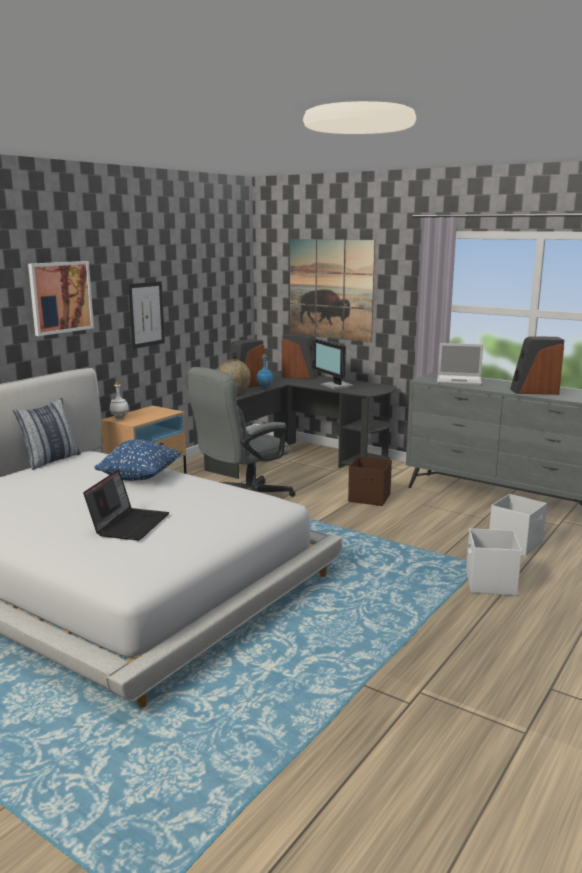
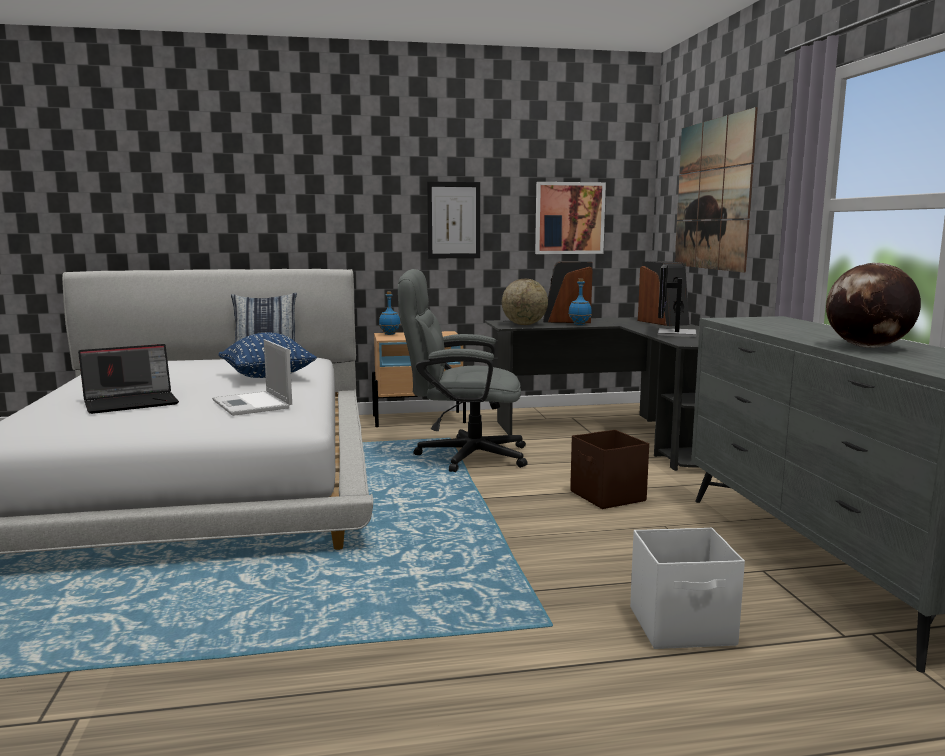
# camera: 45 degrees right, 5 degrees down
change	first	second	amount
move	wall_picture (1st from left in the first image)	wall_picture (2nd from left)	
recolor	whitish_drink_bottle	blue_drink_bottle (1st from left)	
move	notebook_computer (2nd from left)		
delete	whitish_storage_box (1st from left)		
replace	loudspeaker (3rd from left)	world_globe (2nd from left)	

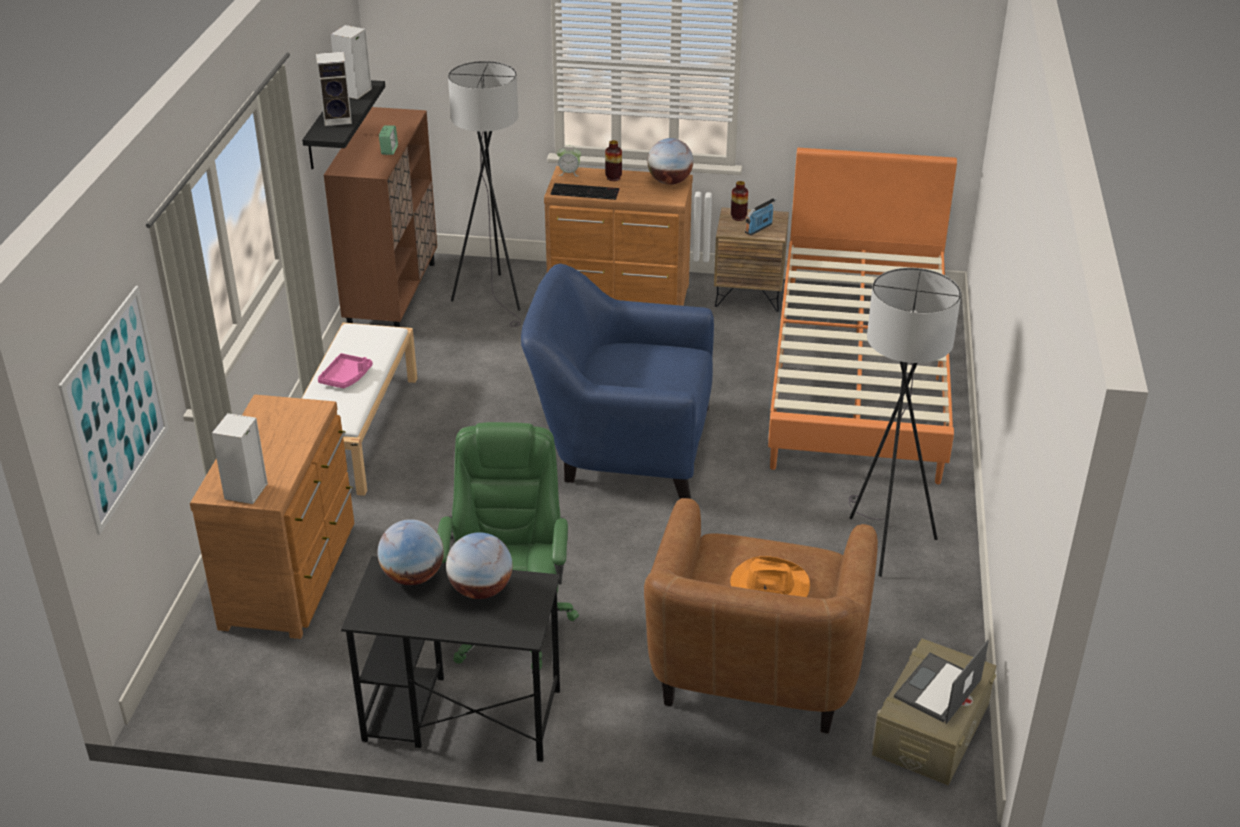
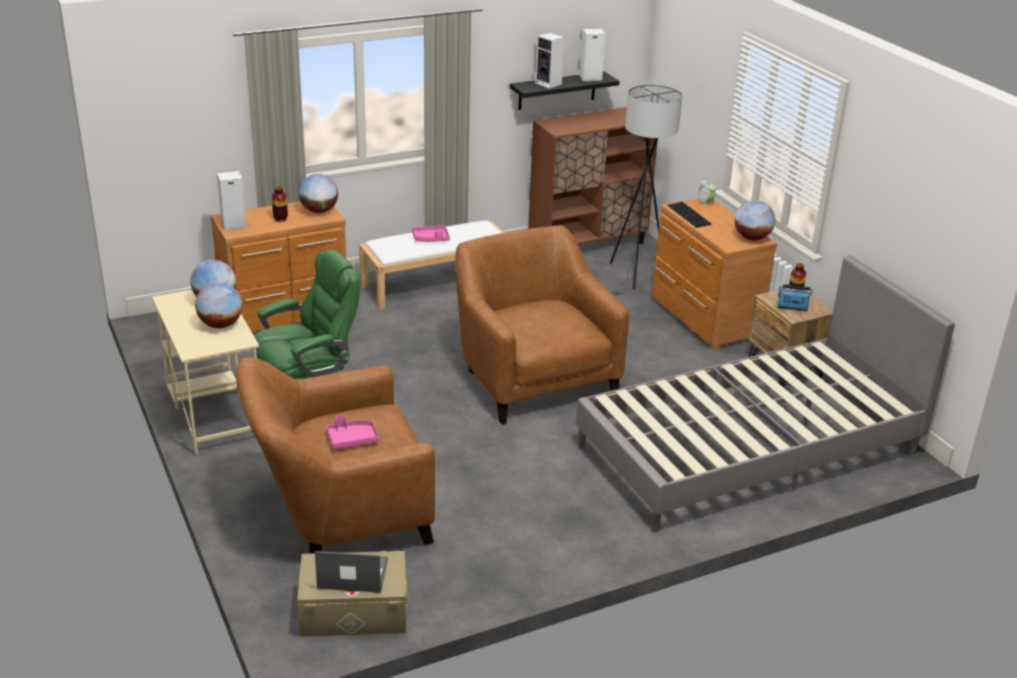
# camera: 55 degrees right, 5 degrees down
change	first	second	amount
delete	wall_picture		
recolor	blackish_desk	beige_desk	
delete	table_clock (1st from left)		
recolor	blue_armchair	brown-coloured_armchair (2nd from left)	
move	vase (1st from left)		
replace	orange_wearable_hat	pink-coloured_serving_tray (1st from left)	
recolor	orange_sleeping_bed	greyish_sleeping_bed	
delete	greyish_standing_lamp (2nd from left)		
insert		world_globe (3rd from left)	

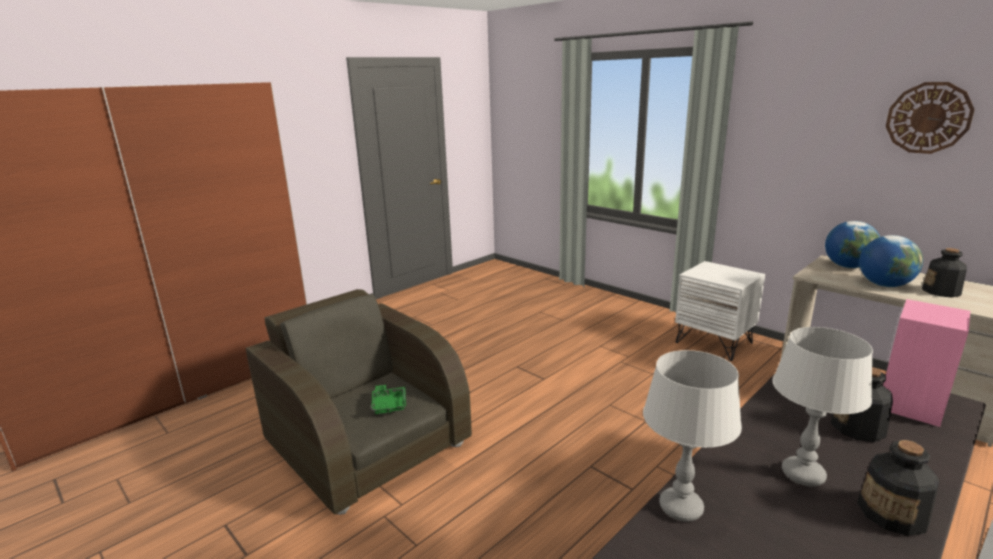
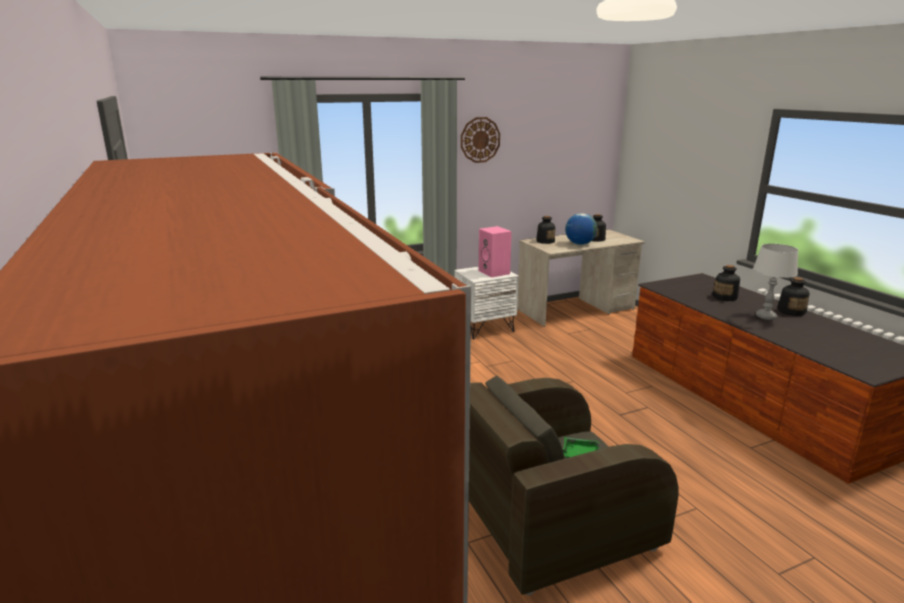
# camera: 70 degrees left, 0 degrees up
change	first	second	amount
delete	greyish_table_lamp (1st from left)		
replace	world_globe (1st from left)	drink_bottle (1st from left)	
move	pink-coloured_loudspeaker		
move	wall_clock		

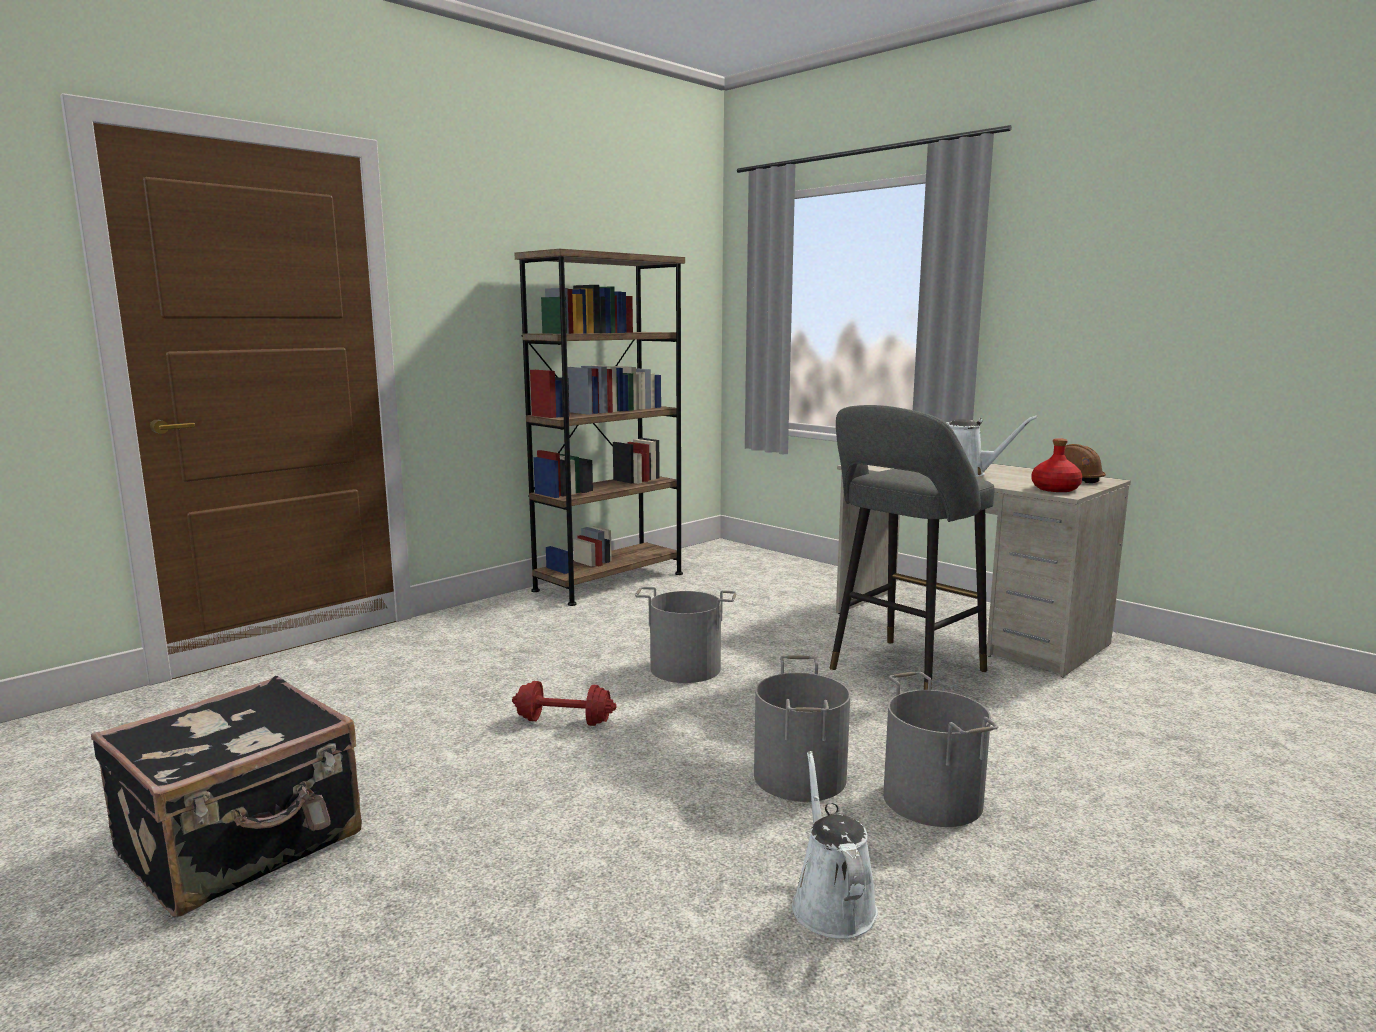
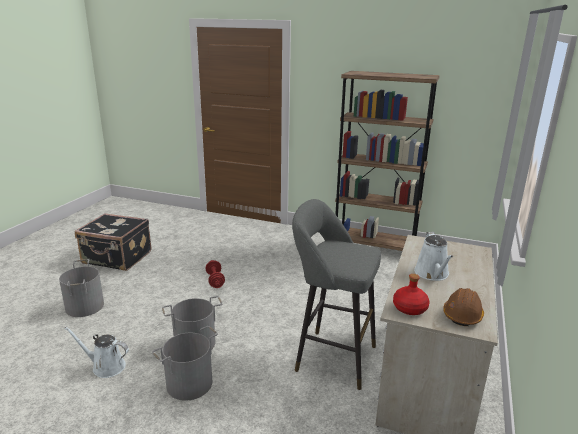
# camera: 65 degrees right, 10 degrees up
change	first	second	amount
move	greyish_bucket (1st from left)		
rotate	whitish_sprinkling_can (1st from left)		135 degrees counterclockwise

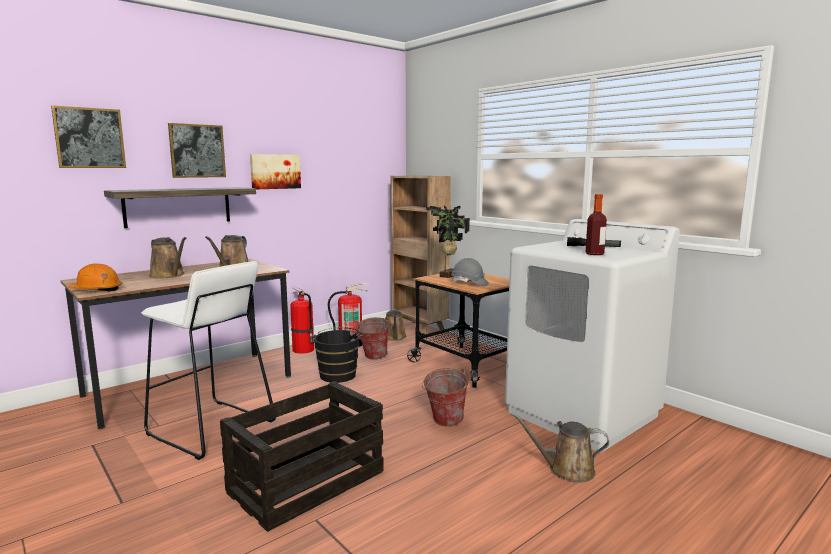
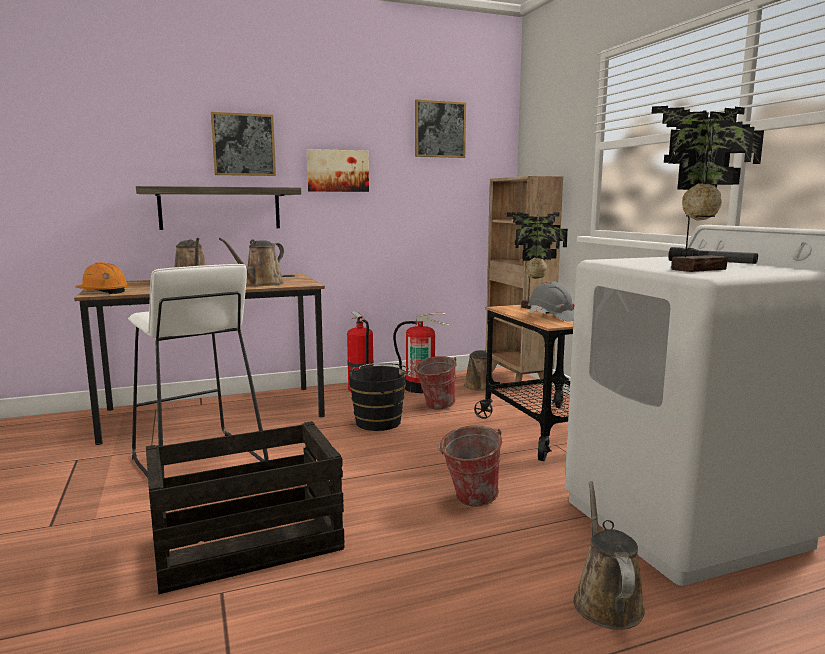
# camera: 20 degrees right, 0 degrees up
change	first	second	amount
move	wall_picture (1st from left in the first image)	wall_picture (3rd from left)	
rotate	brown-coloured_sprinkling_can (4th from left)		60 degrees clockwise
replace	drink_bottle	plant_in_a_pot (2nd from left)	

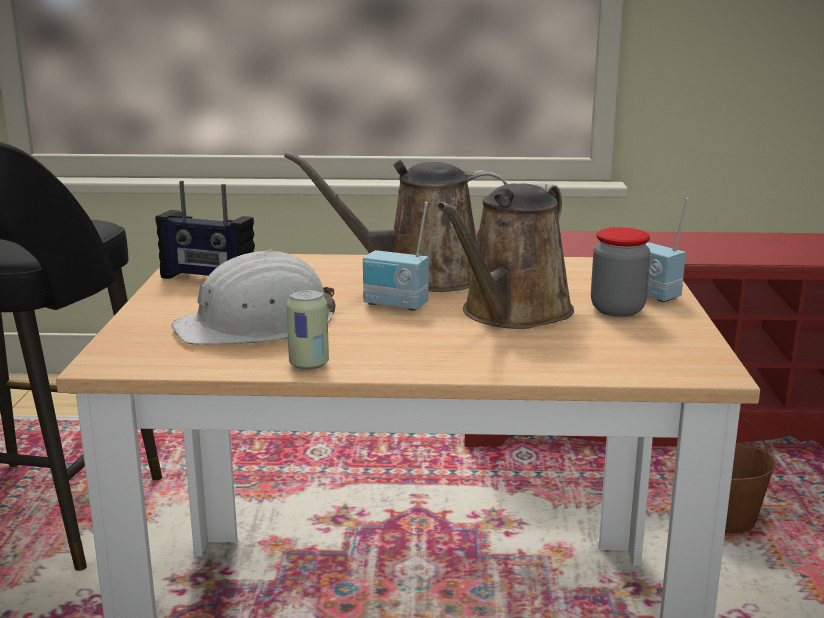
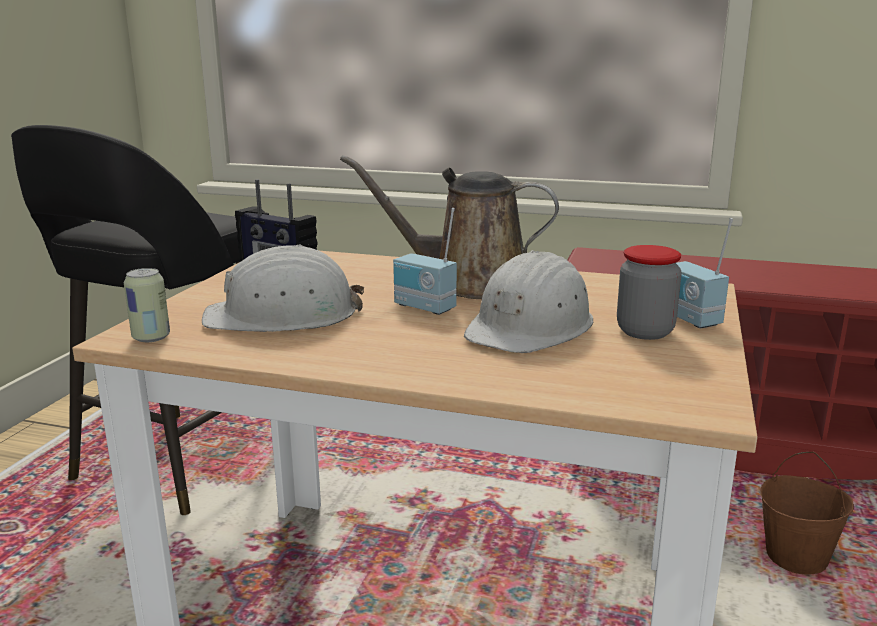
# camera: 15 degrees right, 0 degrees up
change	first	second	amount
move	metal_can		
replace	brown-coloured_sprinkling_can (2nd from left)	whitish_work_helmet (2nd from left)	

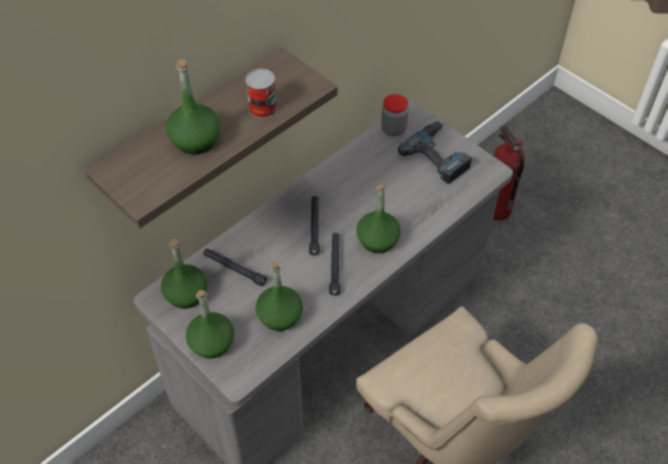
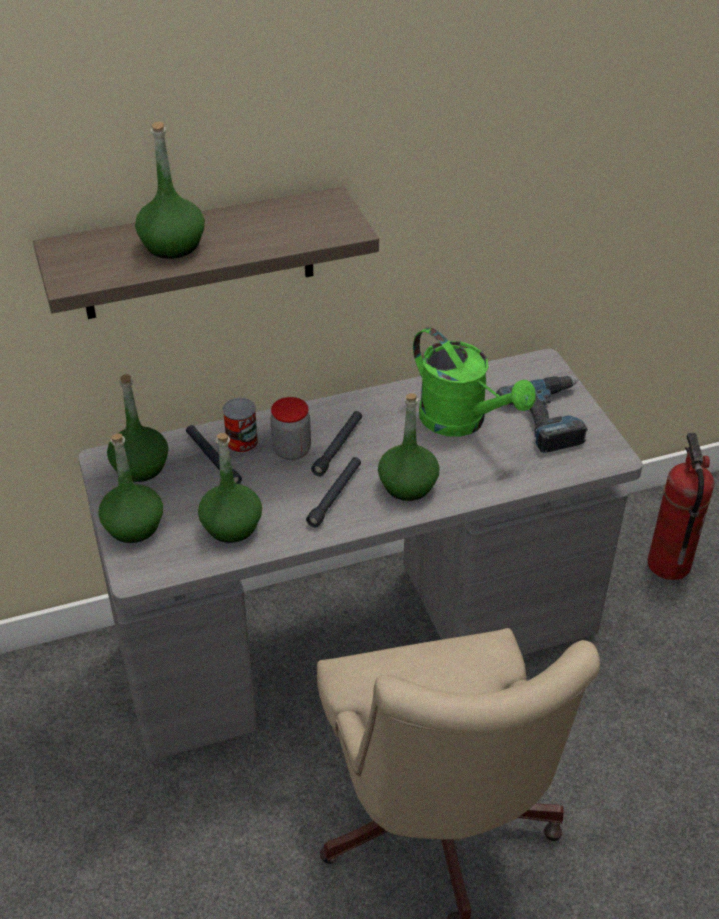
# camera: 25 degrees right, 10 degrees down
change	first	second	amount
move	metal_can		
move	jar		
insert		green_sprinkling_can	

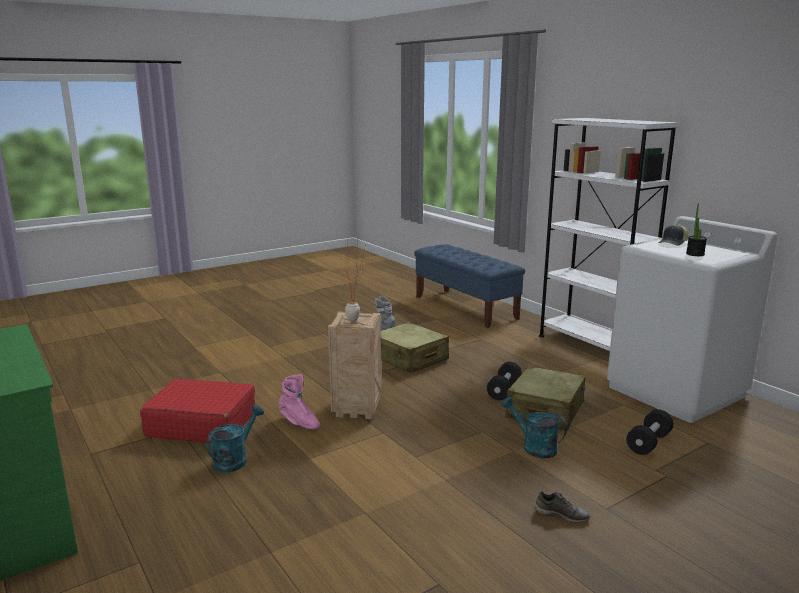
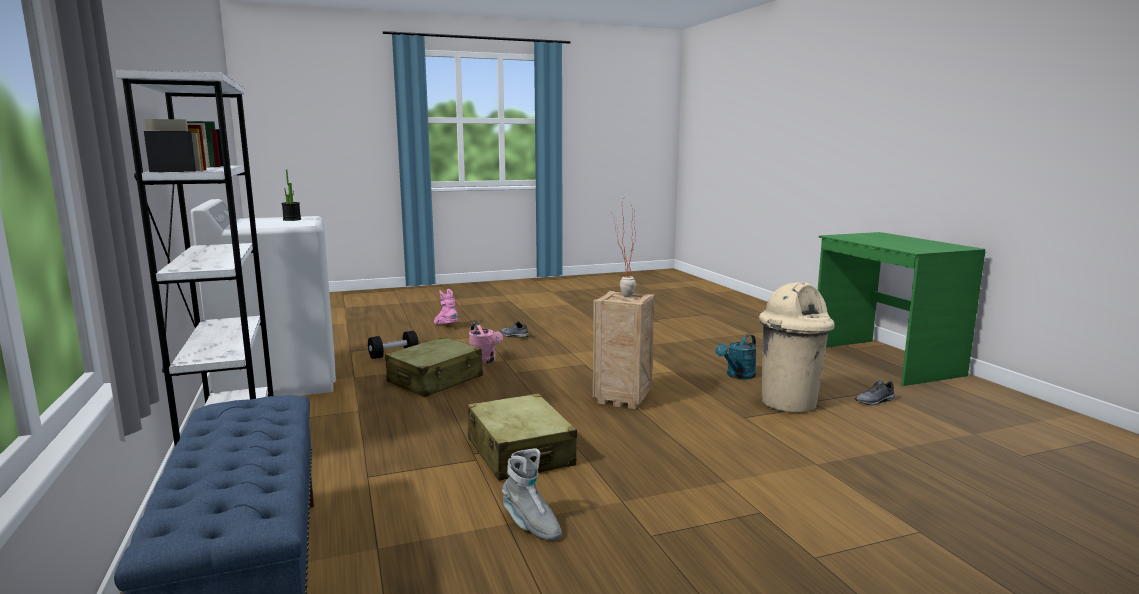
# camera: 165 degrees left, 5 degrees down
change	first	second	amount
replace	reddish_travel_case	beige_trash_can	
move	pink-coloured_tall_boot		
delete	blackish_hand_weight (1st from left)		
recolor	turquoise-coloured_sprinkling_can (2nd from left)	pink-coloured_sprinkling_can	
delete	peaked_cap		
insert		greyish_shoe (2nd from left)	

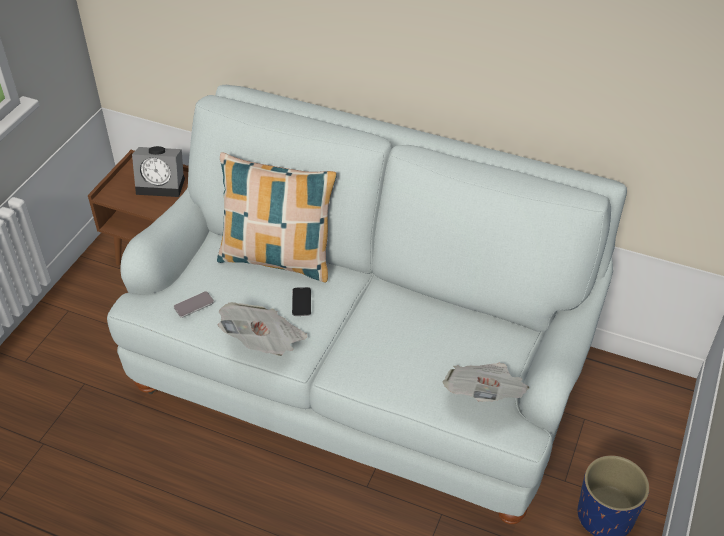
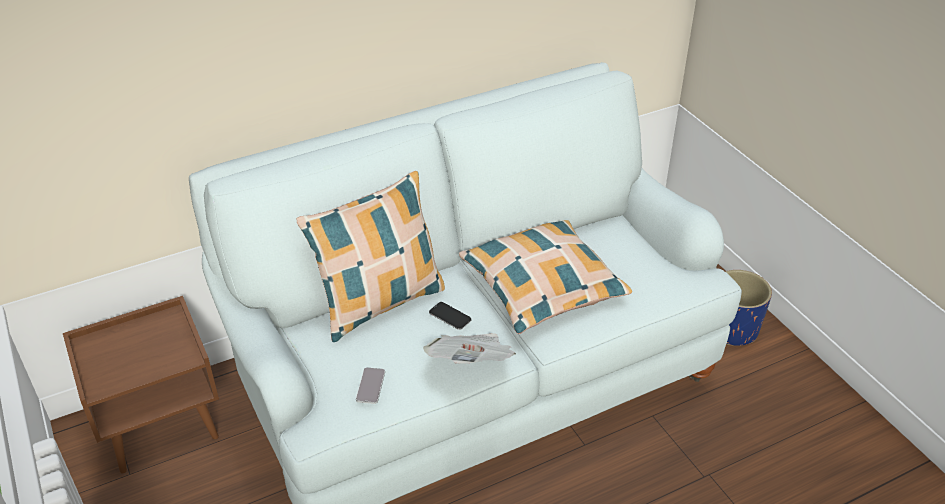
# camera: 50 degrees left, 5 degrees down
change	first	second	amount
delete	table_clock		
delete	printed_paper (2nd from left)		
insert		cushion (2nd from left)	

